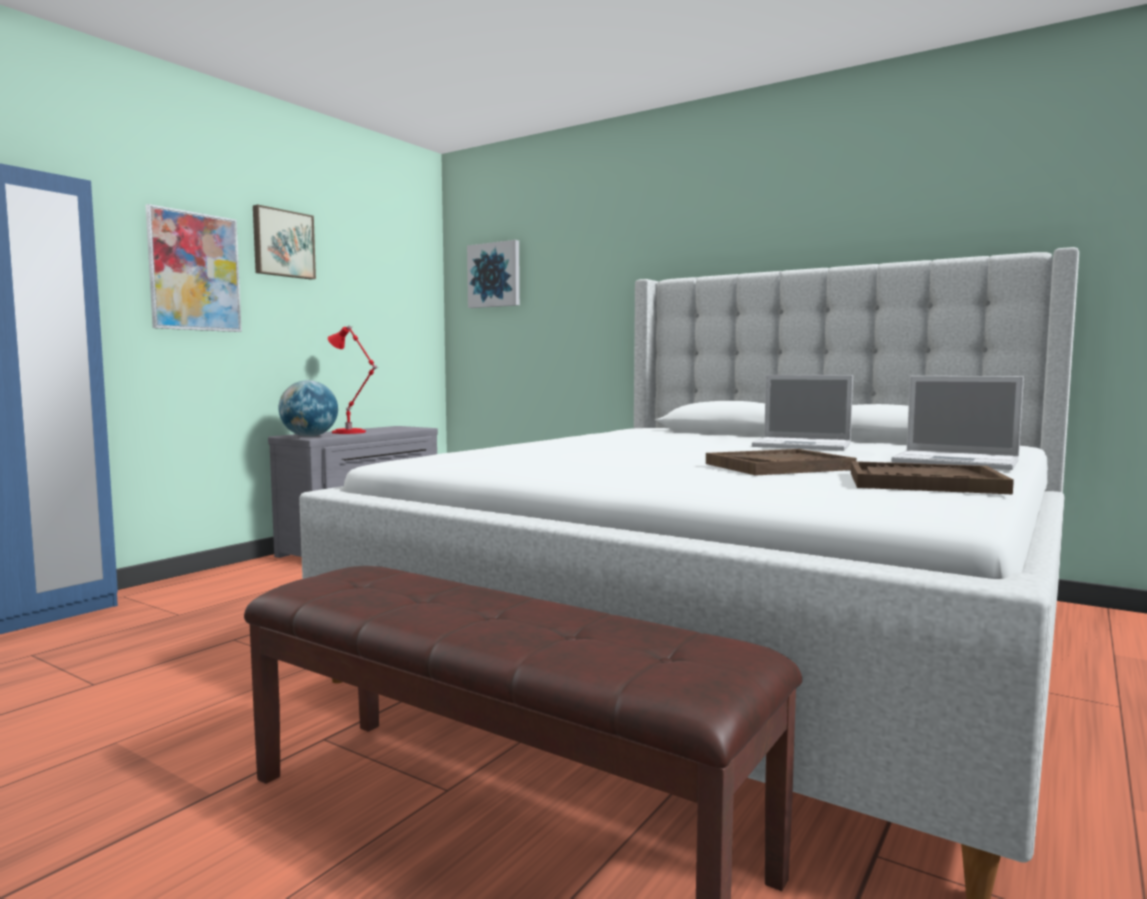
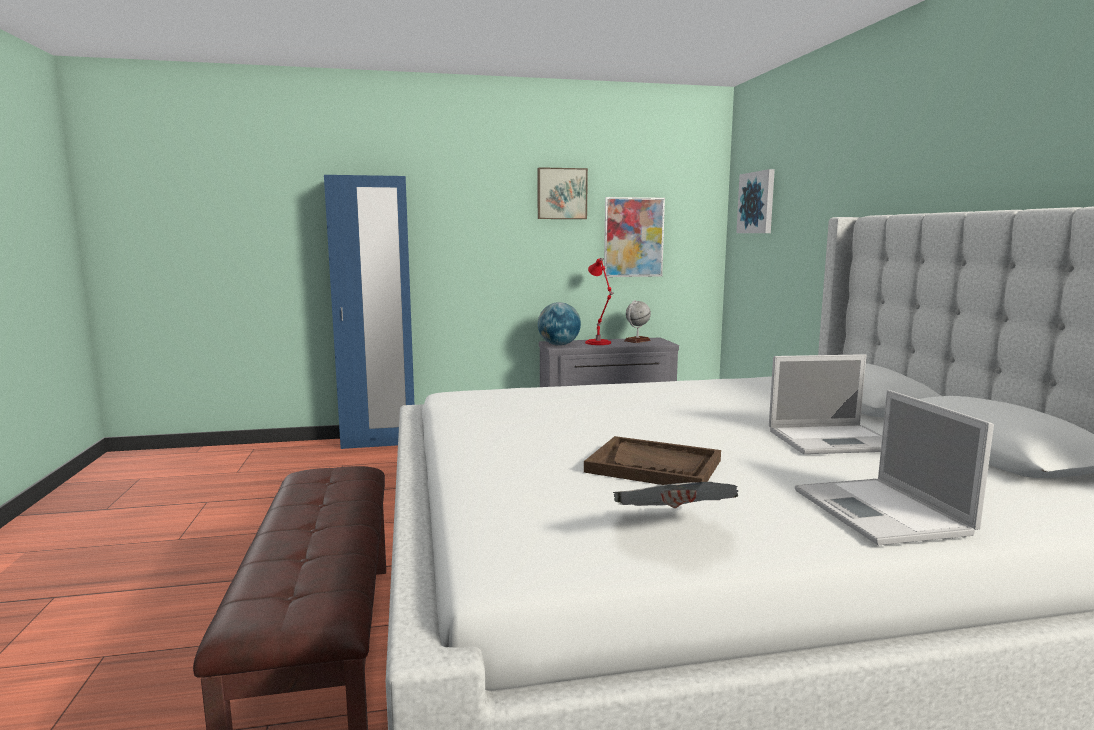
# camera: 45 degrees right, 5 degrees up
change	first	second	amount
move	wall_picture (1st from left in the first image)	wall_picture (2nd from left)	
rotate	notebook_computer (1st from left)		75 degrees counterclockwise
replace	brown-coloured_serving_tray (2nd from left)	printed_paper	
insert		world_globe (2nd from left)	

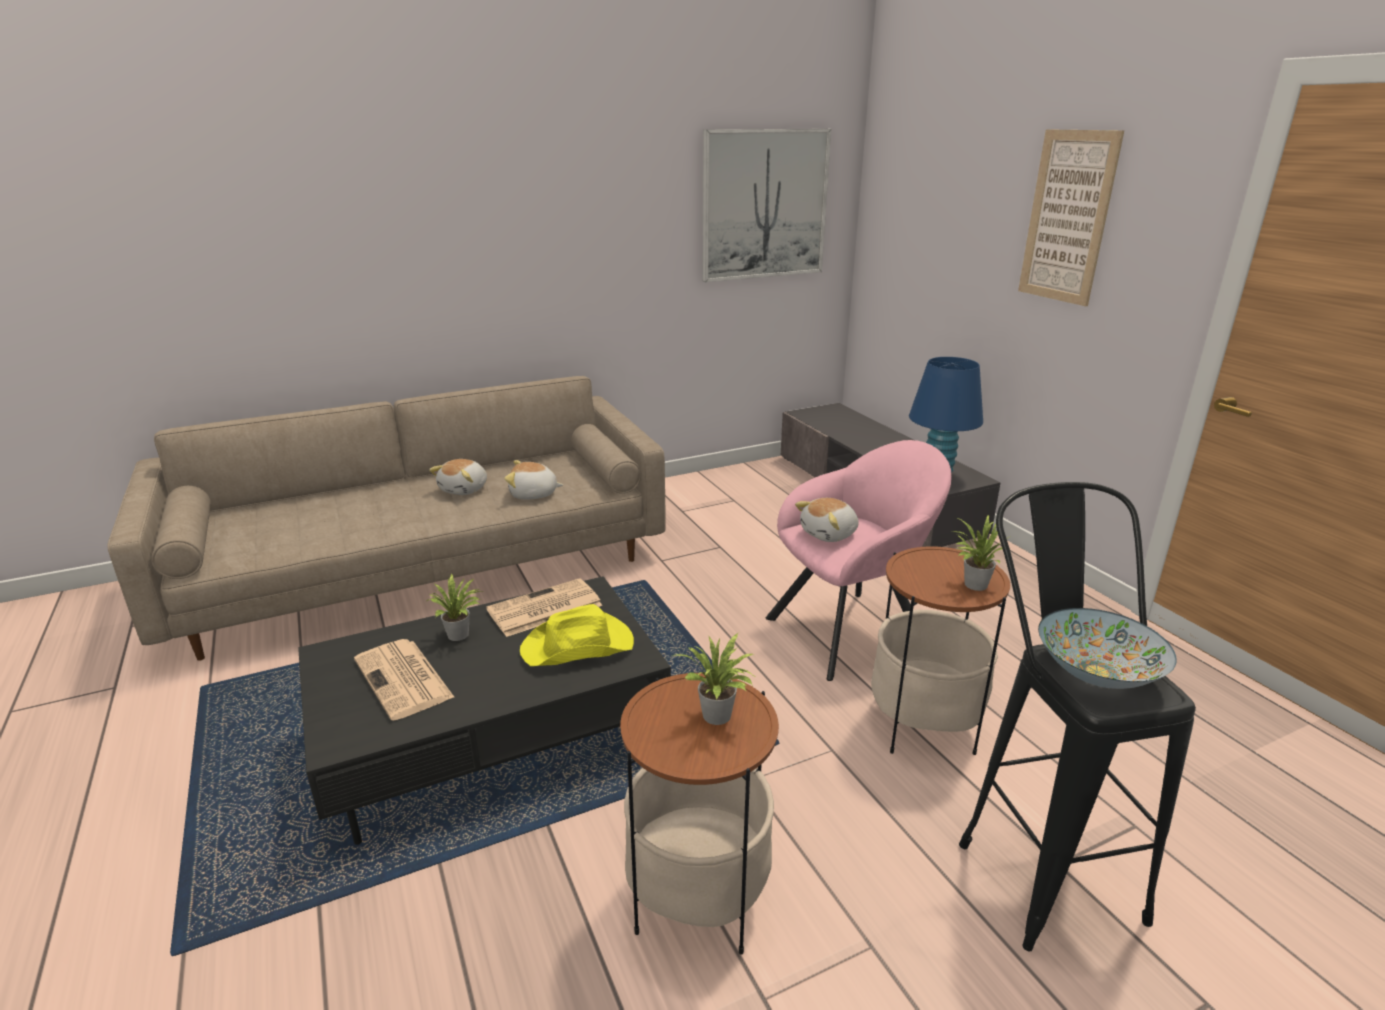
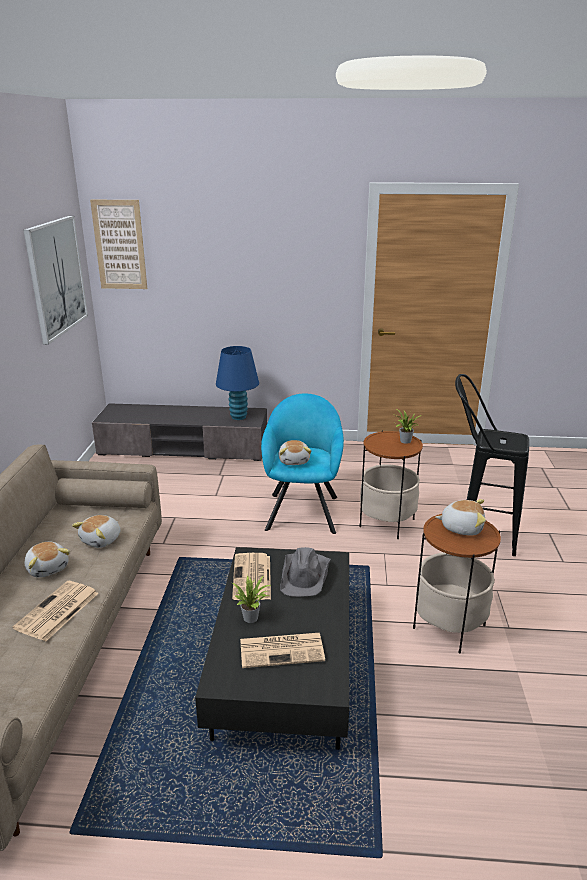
# camera: 60 degrees left, 0 degrees up
change	first	second	amount
recolor	yellow-coloured_wearable_hat	greyish_wearable_hat	
replace	plant_in_a_pot (2nd from left)	cuddly_toy (4th from left)	
recolor	pink-coloured_armchair	turquoise-coloured_armchair	
move	wall_picture (2nd from left)		
delete	serving_bowl		
insert		printed_paper (1st from left)	

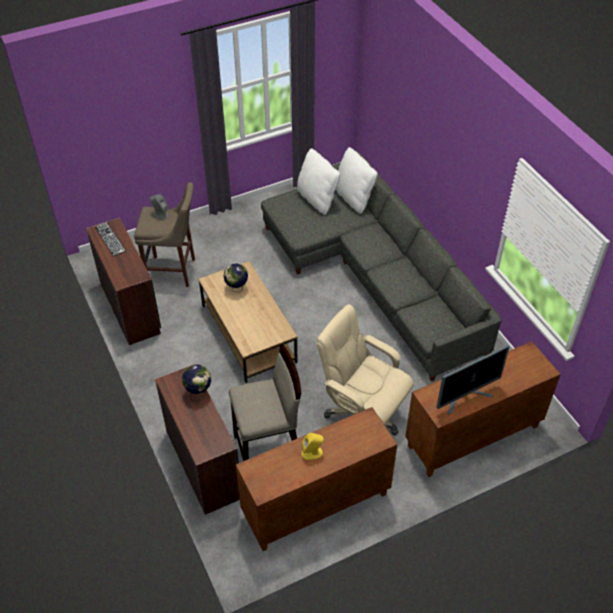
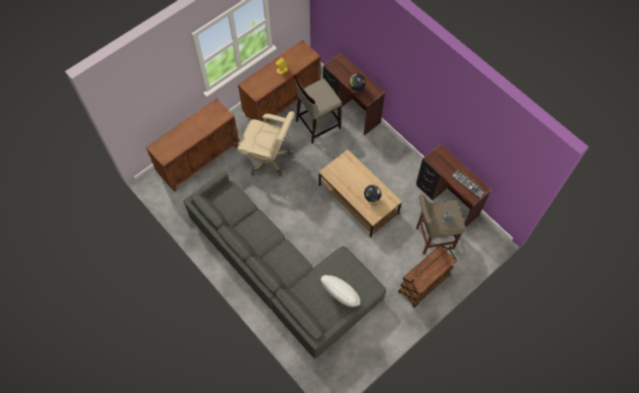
# camera: 165 degrees right, 15 degrees up
change	first	second	amount
delete	whitish_cushion (2nd from left)		
delete	monitor		
insert		brown-coloured_cart	

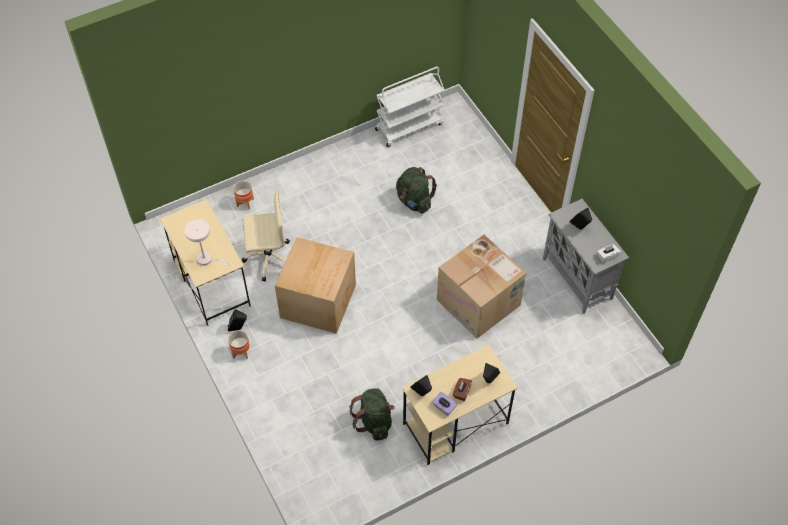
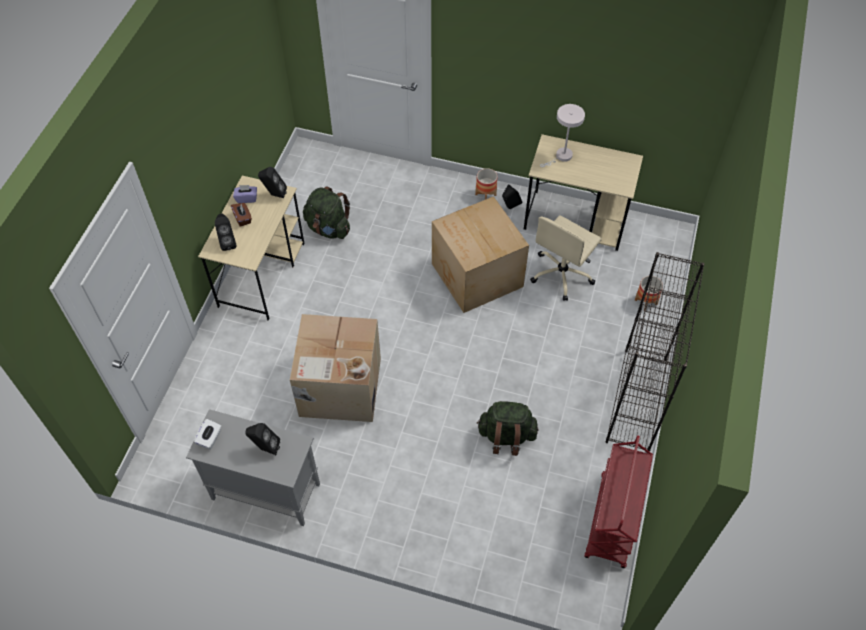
# camera: 135 degrees right, 0 degrees up
change	first	second	amount
recolor	whitish_cart	reddish_cart	
insert		blackish_bookshelf	

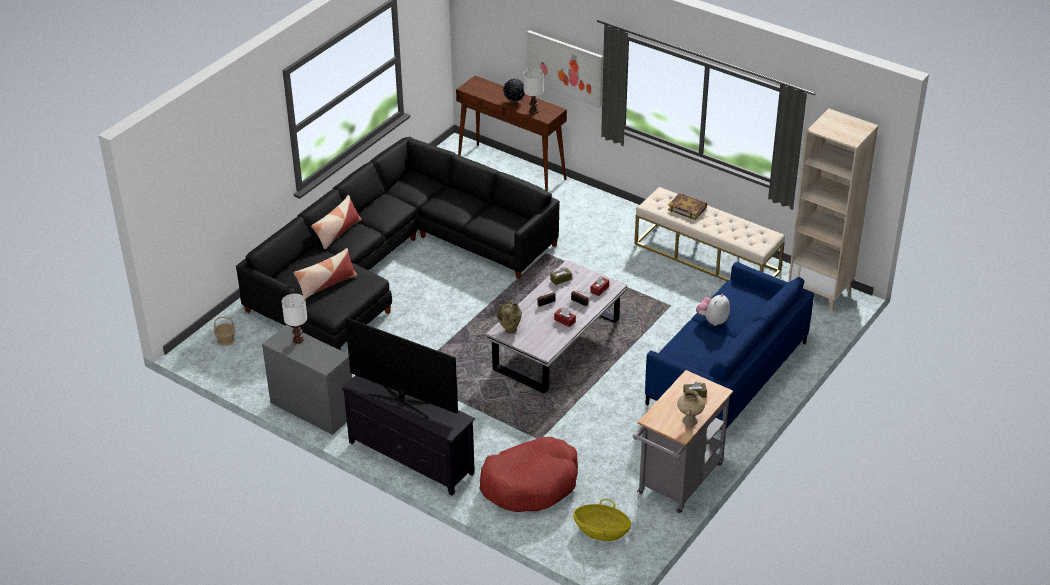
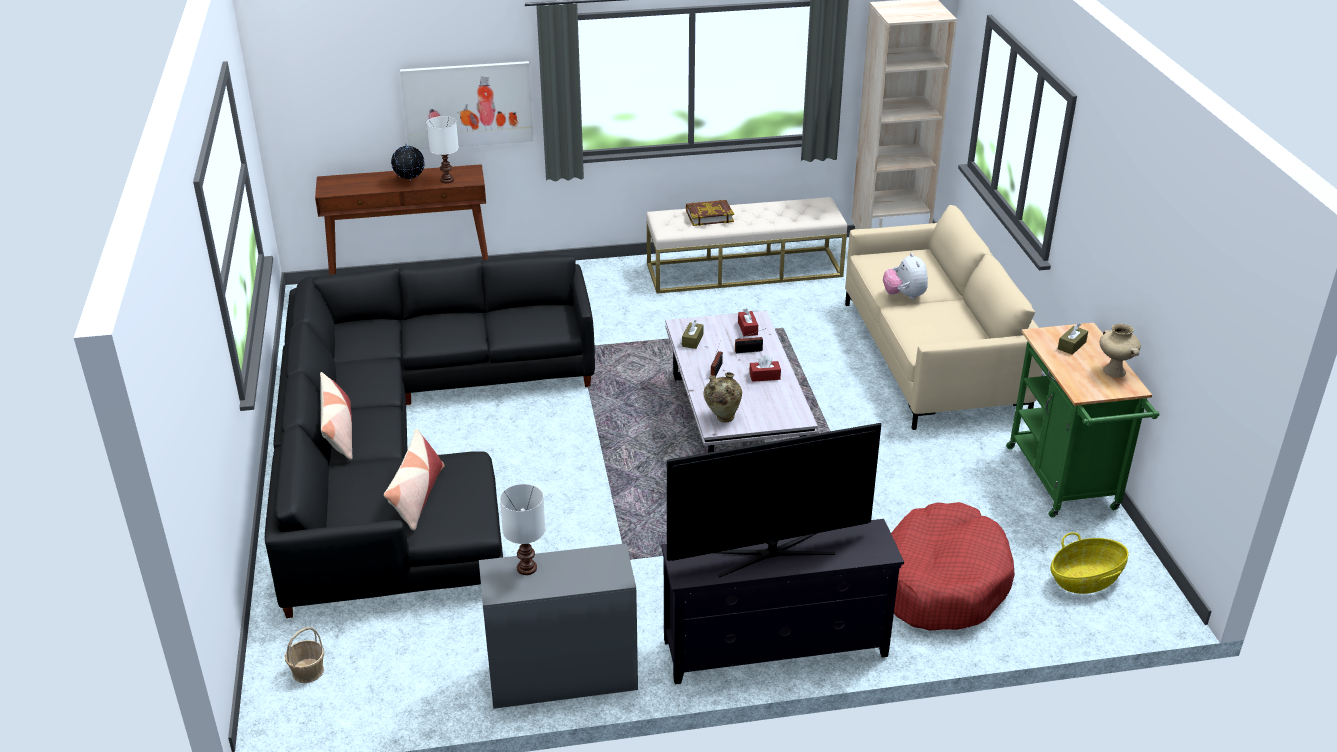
# camera: 45 degrees left, 5 degrees down
change	first	second	amount
recolor	greyish_cart	green_cart	
recolor	blue_sofa	beige_sofa	

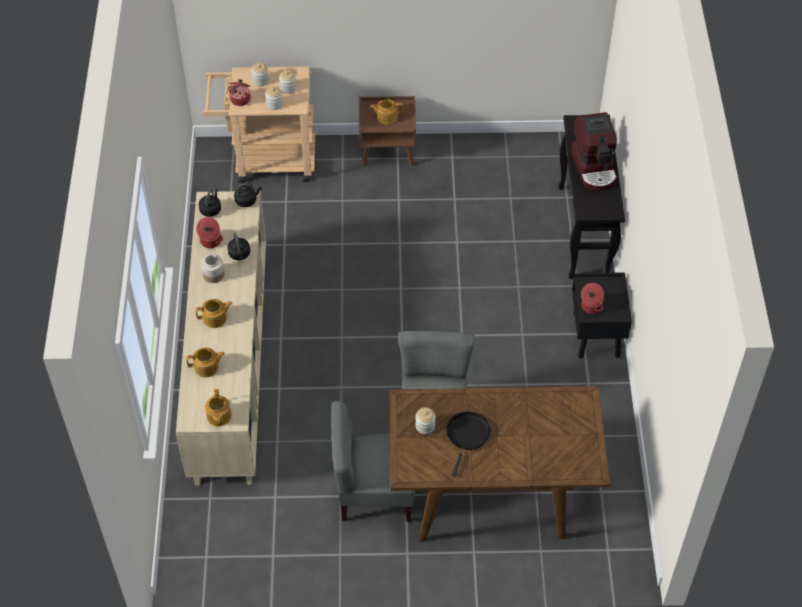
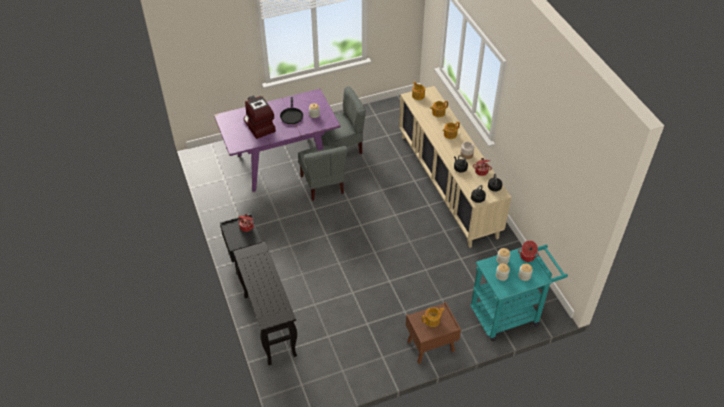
# camera: 160 degrees right, 5 degrees down
change	first	second	amount
recolor	beige_cart	turquoise-coloured_cart	
recolor	brown-coloured_dinner_table	purplish_dinner_table	
move	coffee_brewer		

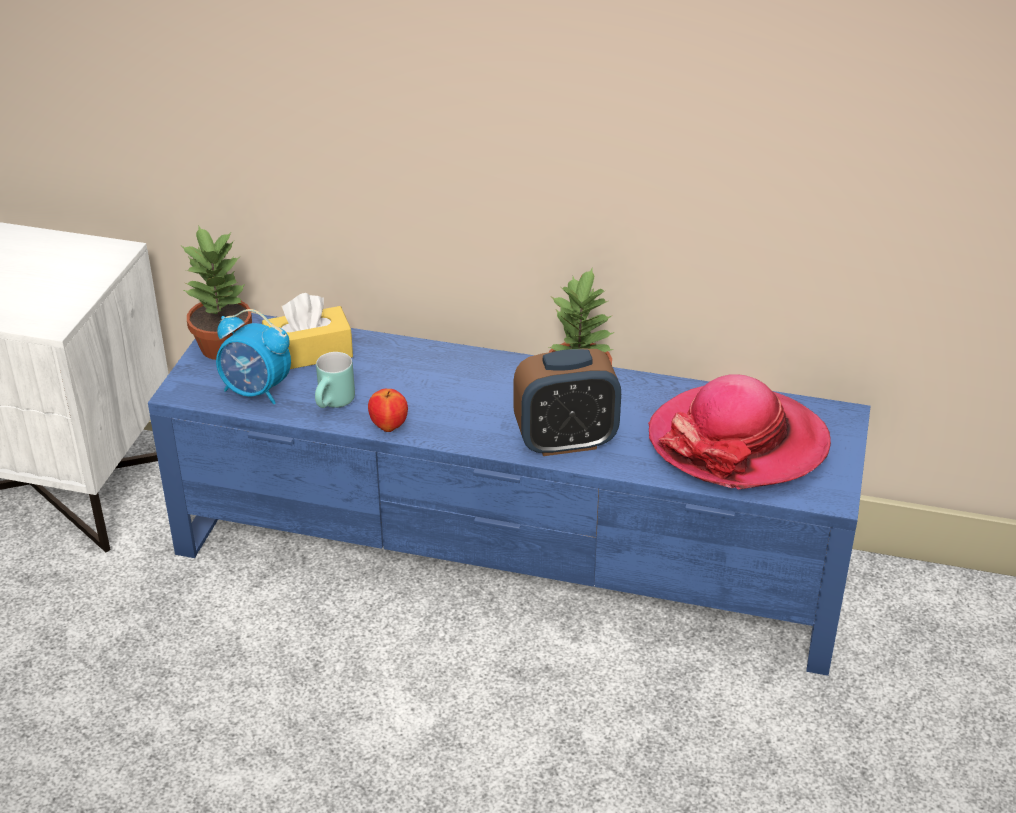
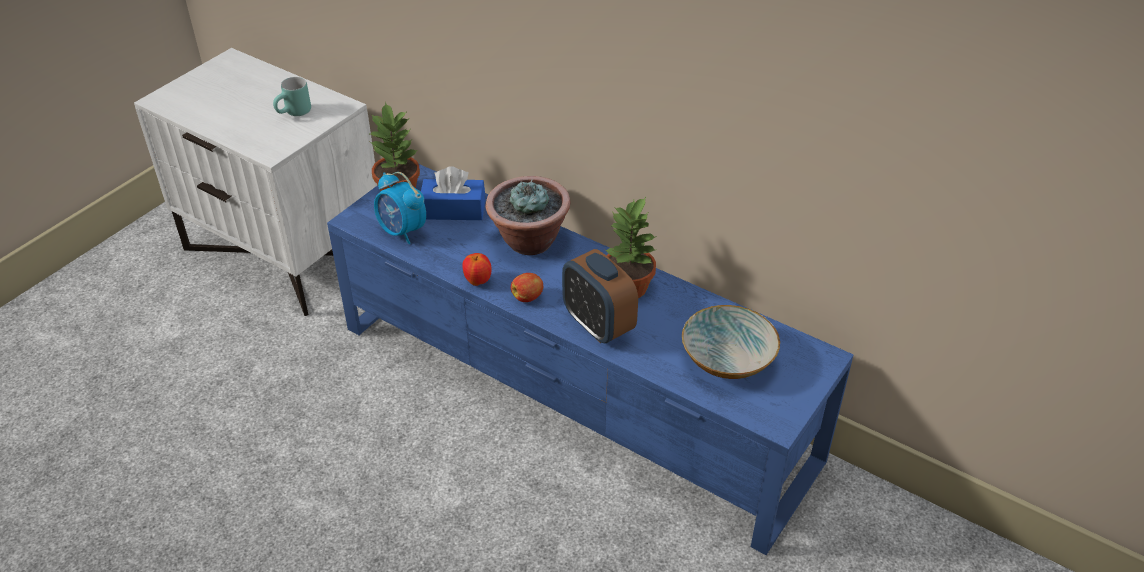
# camera: 20 degrees right, 5 degrees up
change	first	second	amount
recolor	yellow-coloured_tissue_holder	blue_tissue_holder	
move	turquoise-coloured_tea_mug		
rotate	table_clock (2nd from left)		45 degrees clockwise
replace	wearable_hat	serving_bowl	
insert		plant_in_a_pot (2nd from left)	
insert		apple_fruit (2nd from left)	

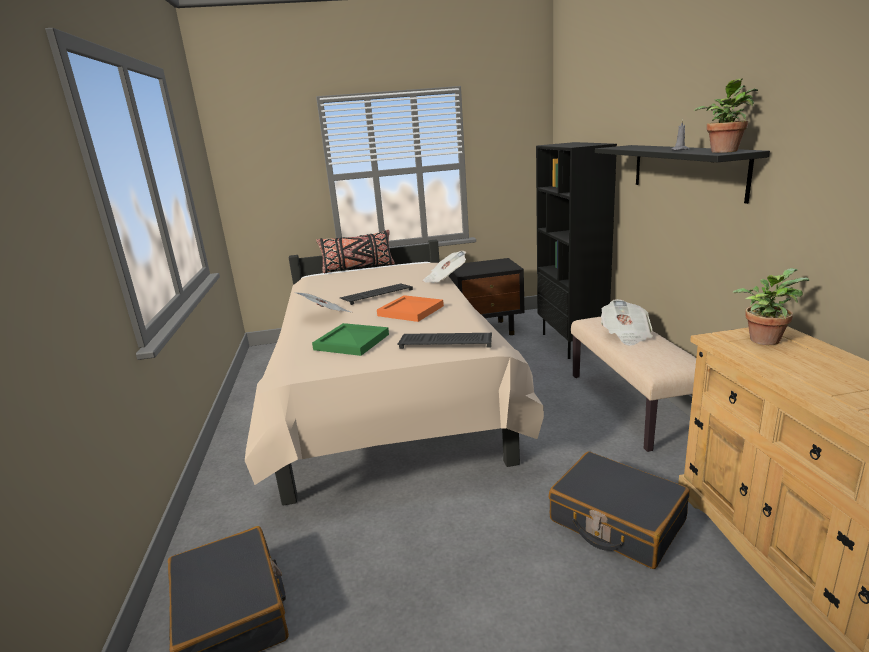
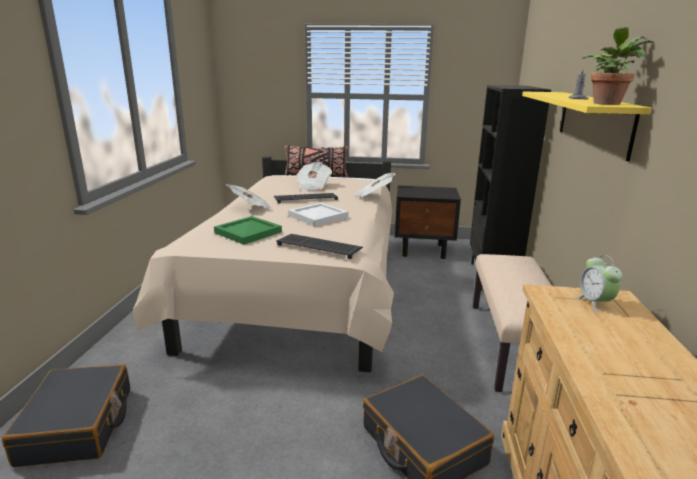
# camera: 15 degrees right, 0 degrees up
change	first	second	amount
recolor	orange_serving_tray	whitish_serving_tray	
recolor	blackish_shelf	yellow-coloured_shelf	
move	printed_paper (3rd from left in the first image)	printed_paper (2nd from left)	
replace	plant_in_a_pot (2nd from left)	table_clock	

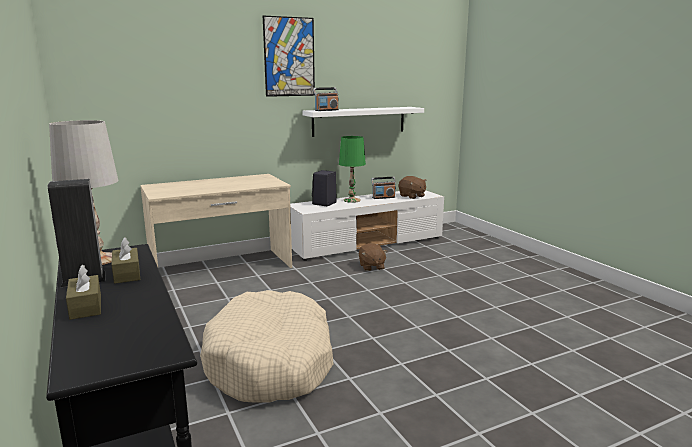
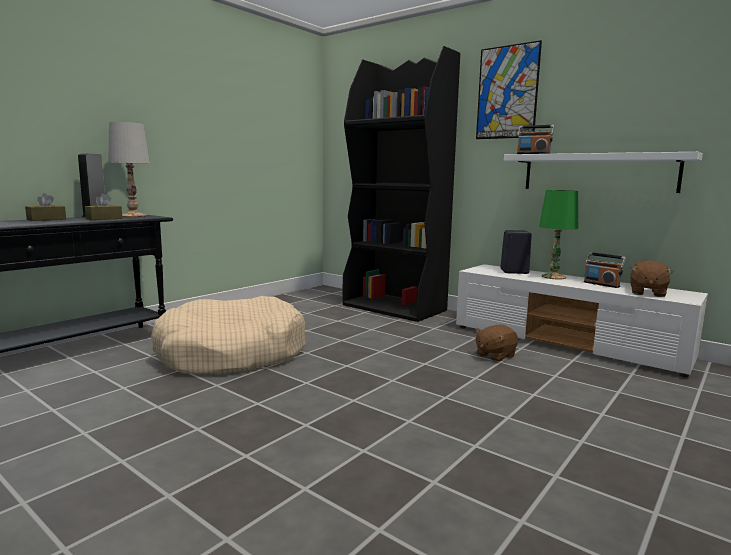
# camera: 65 degrees right, 5 degrees down
change	first	second	amount
replace	beige_desk	blackish_bookshelf	

